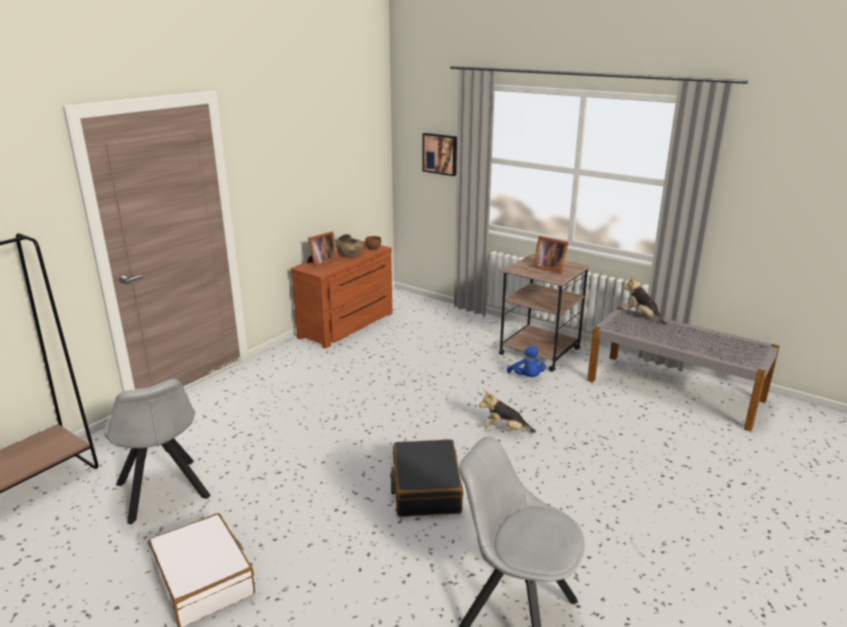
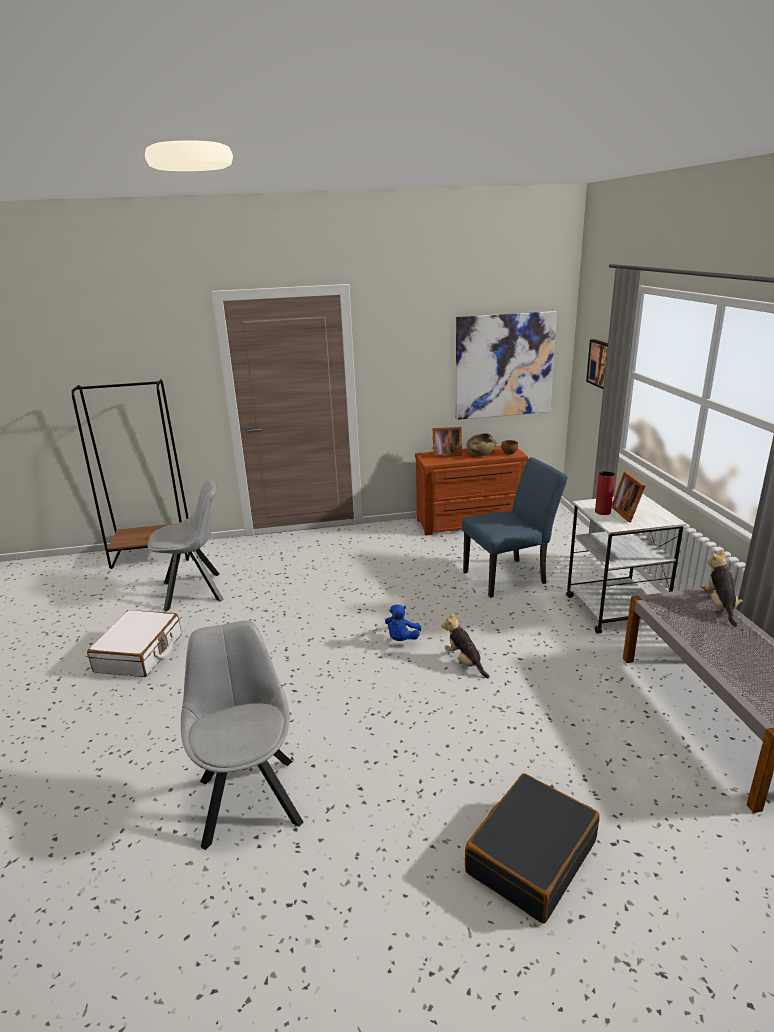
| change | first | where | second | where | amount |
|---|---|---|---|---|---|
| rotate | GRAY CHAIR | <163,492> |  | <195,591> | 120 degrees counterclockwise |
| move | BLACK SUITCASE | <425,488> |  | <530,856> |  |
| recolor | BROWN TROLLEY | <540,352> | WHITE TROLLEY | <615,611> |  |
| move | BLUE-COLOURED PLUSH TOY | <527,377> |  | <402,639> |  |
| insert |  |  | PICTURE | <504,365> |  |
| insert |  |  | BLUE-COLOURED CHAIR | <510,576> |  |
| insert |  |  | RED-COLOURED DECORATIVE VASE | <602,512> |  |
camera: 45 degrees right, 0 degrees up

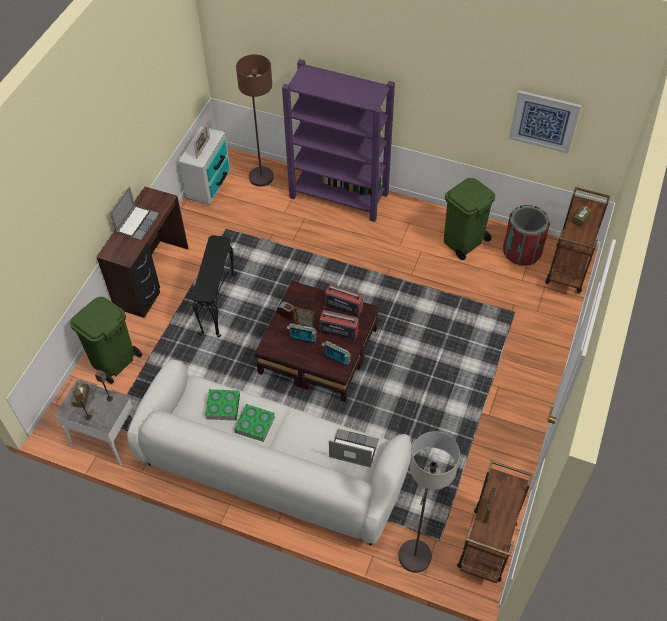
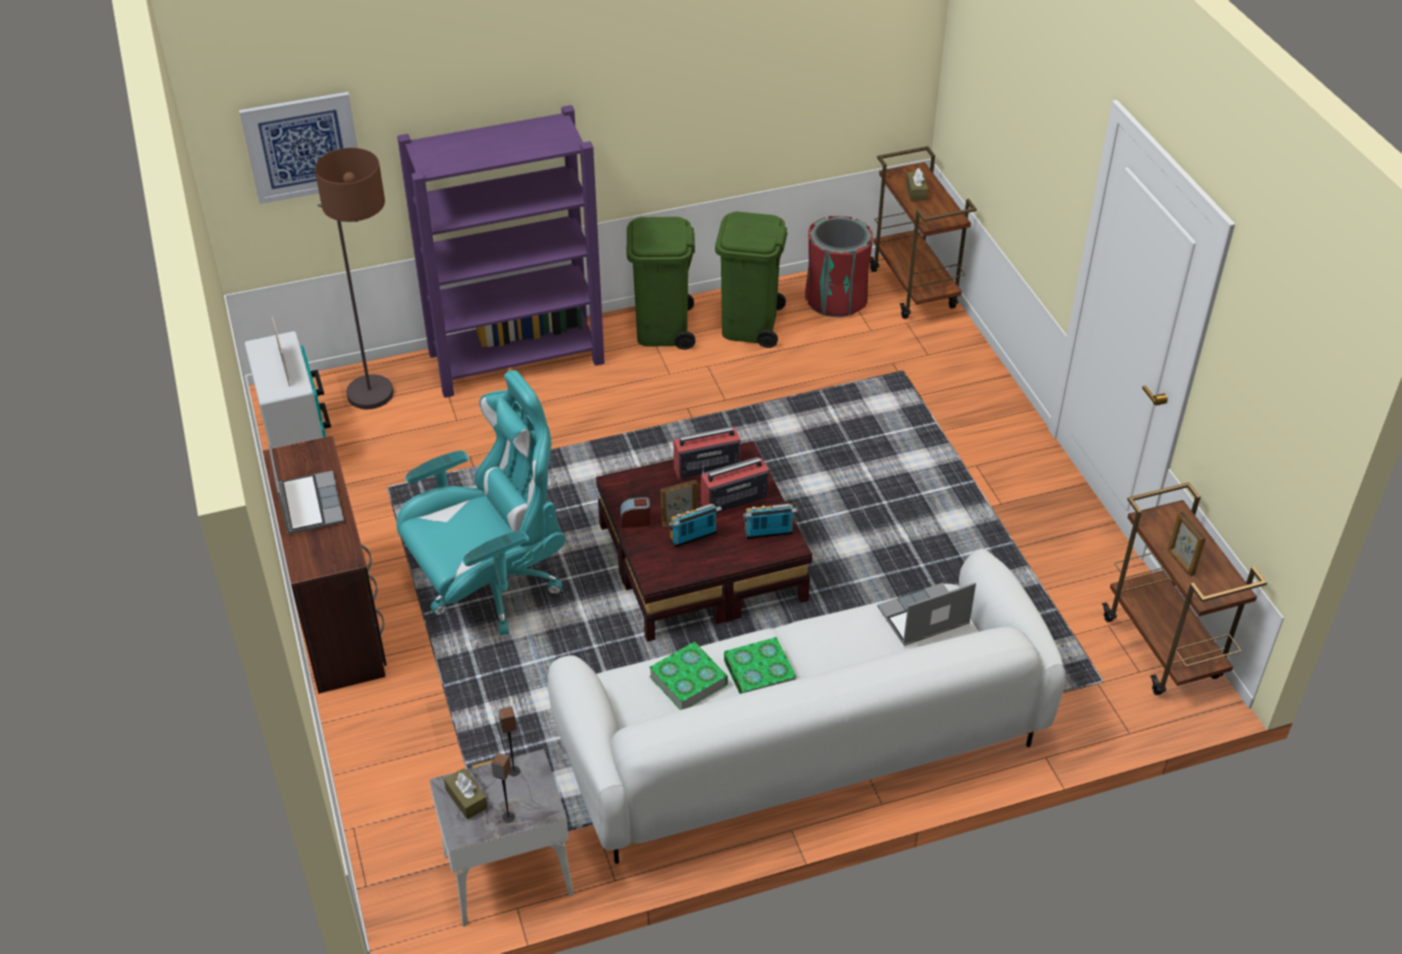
| change | first | where | second | where | amount |
|---|---|---|---|---|---|
| move | GREEN RUBBISH BIN | <113,361> |  | <662,330> |  |
| replace | BLACK SIDE TABLE | <218,304> | TURQUOISE OFFICE CHAIR | <487,591> |  |
| delete | GRAY FLOOR LAMP | <418,547> |  |  |  |
| move | PICTURE | <544,121> |  | <302,147> |  |
camera: 40 degrees left, 10 degrees down

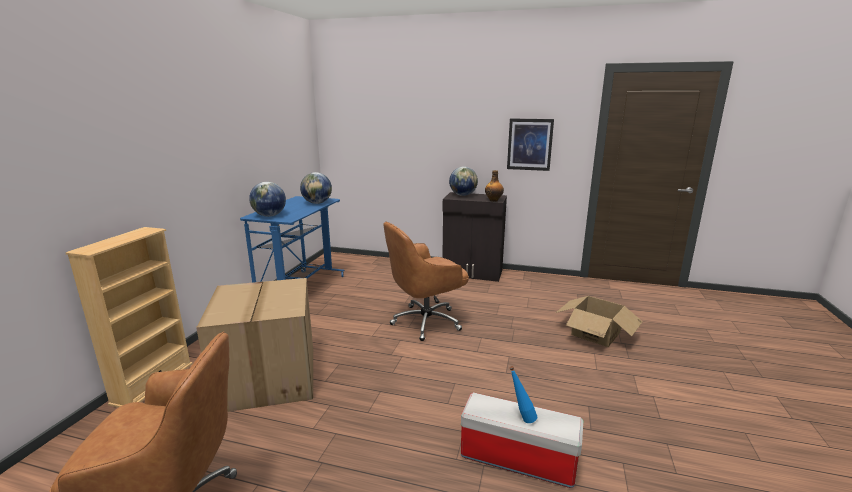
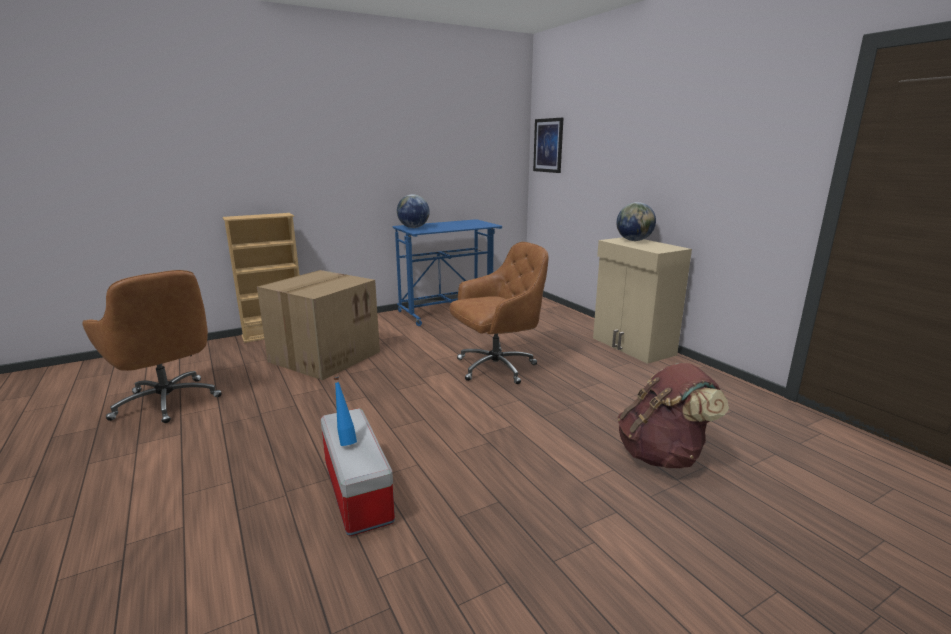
| change | first | where | second | where | amount |
|---|---|---|---|---|---|
| delete | DESK GLOBE | <317,203> |  |  |  |
| rotate | BROWN OFFICE CHAIR | <425,321> |  | <496,367> | 135 degrees clockwise |
| recolor | BLACK CUPBOARD | <473,273> | BEIGE CUPBOARD | <632,346> |  |
| delete | DRINK BOTTLE | <494,200> |  |  |  |
| move | PICTURE | <529,144> |  | <548,145> |  |
| replace | PACKING BOX | <596,333> | BROWN KNAPSACK | <662,455> |  |
camera: 45 degrees right, 0 degrees up

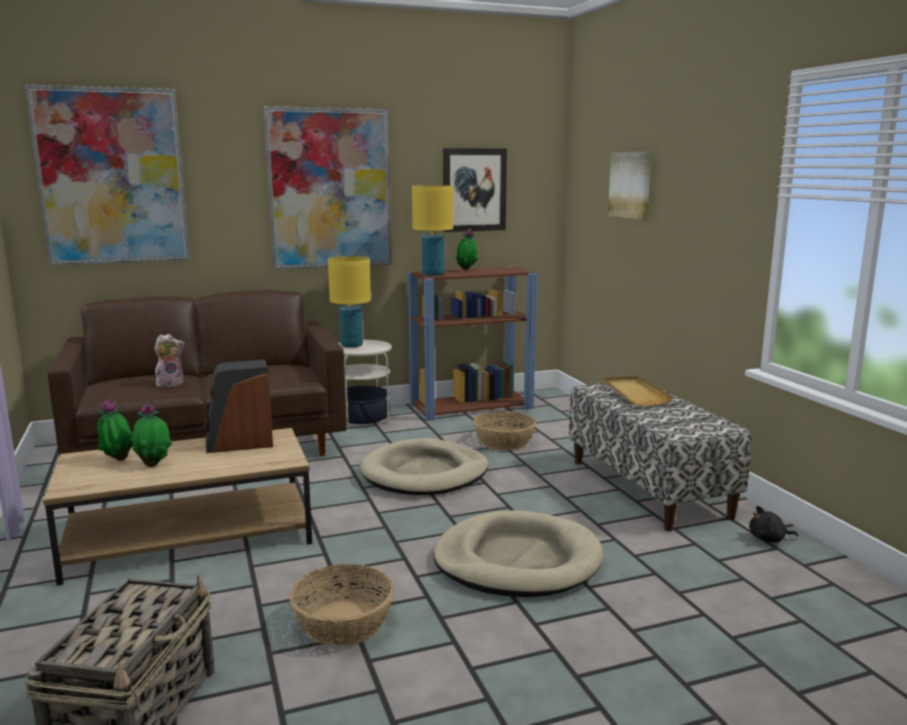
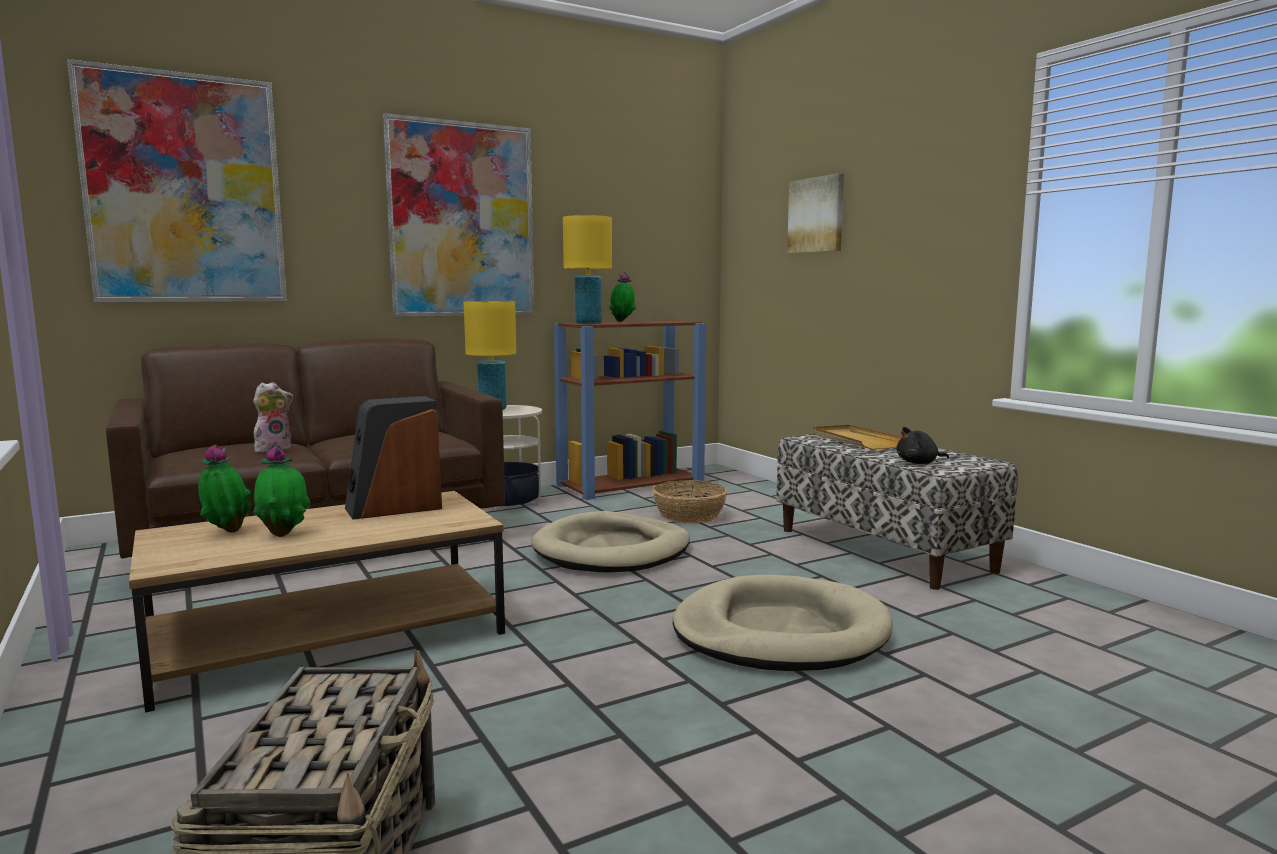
| change | first | where | second | where | amount |
|---|---|---|---|---|---|
| delete | STORAGE BASKET | <343,623> |  |  |  |
| delete | PICTURE | <474,190> |  |  |  |
| move | BLACK PLUSH TOY | <769,539> |  | <919,463> |  |
camera: 10 degrees left, 5 degrees down

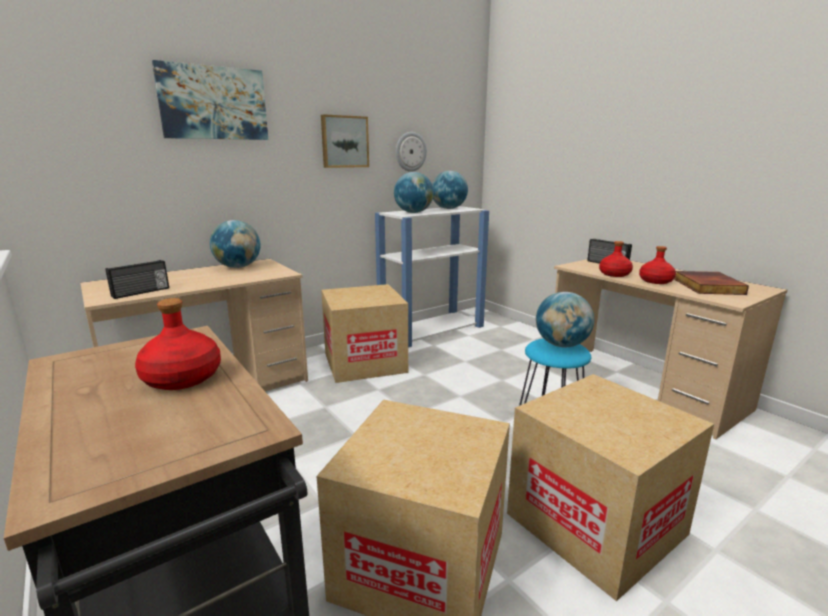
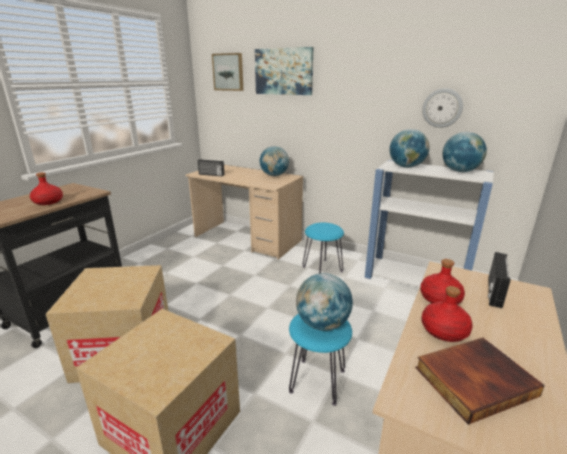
| change | first | where | second | where | amount |
|---|---|---|---|---|---|
| move | PICTURE | <344,142> |  | <228,72> |  |
| replace | PACKING BOX | <365,362> | TURQUOISE STOOL | <322,269> |  |
camera: 65 degrees right, 5 degrees up

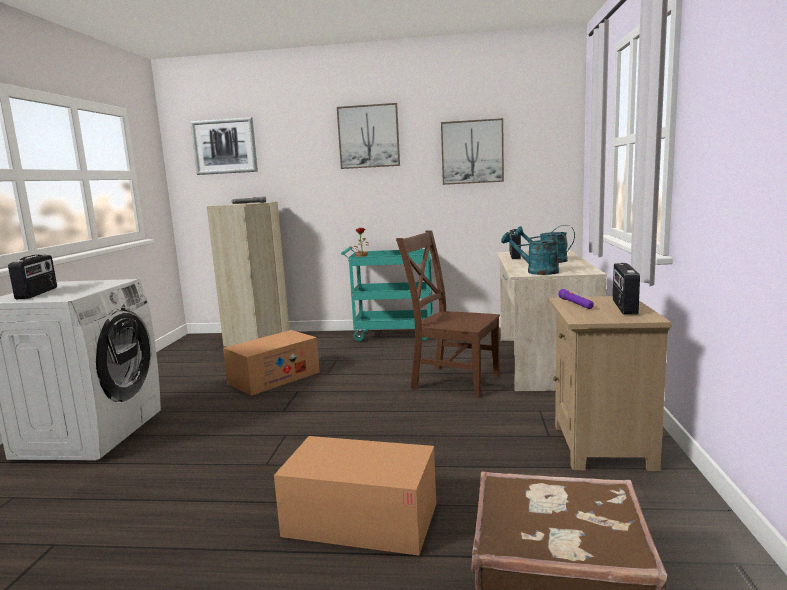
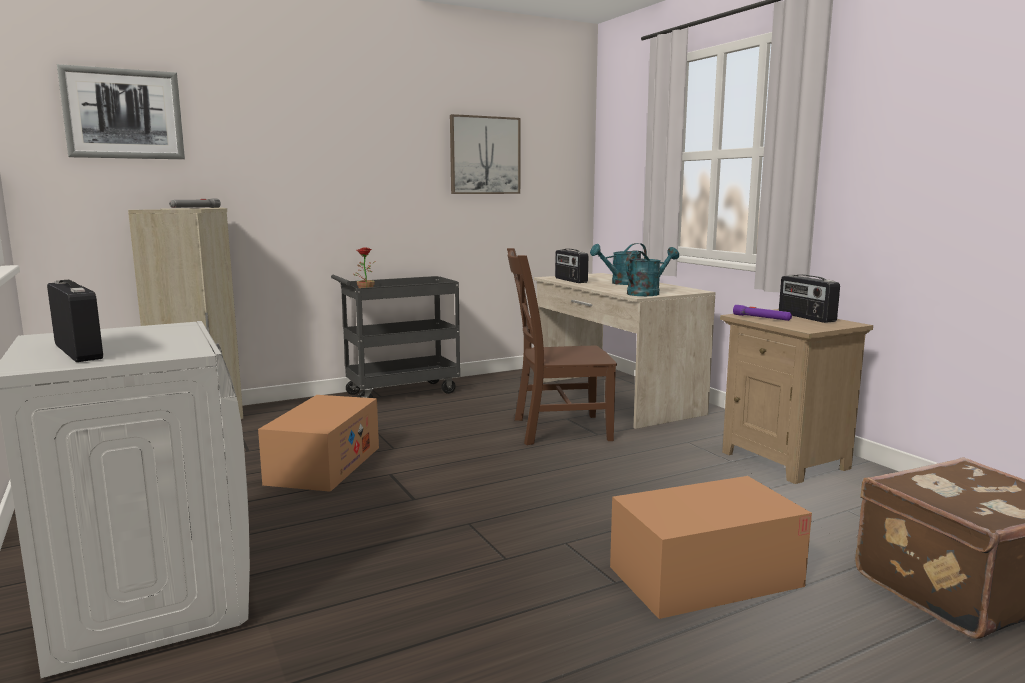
| change | first | where | second | where | amount |
|---|---|---|---|---|---|
| delete | PICTURE | <368,136> |  |  |  |
| recolor | TURQUOISE TROLLEY | <391,336> | GRAY TROLLEY | <399,394> |  |
| rotate | TURQUOISE SPRINKLING CAN | <536,272> |  | <647,293> | 150 degrees clockwise |
camera: 35 degrees left, 0 degrees up

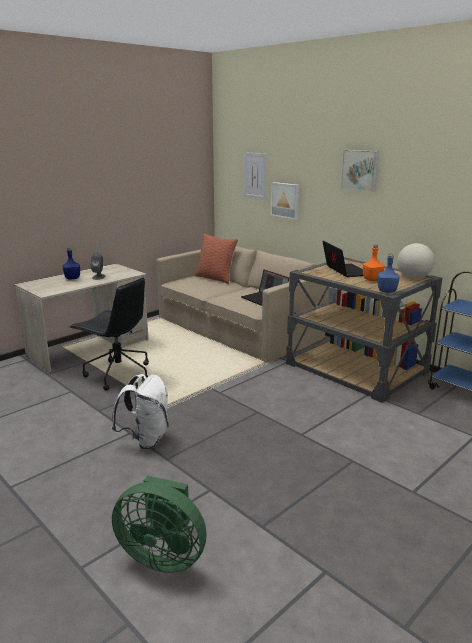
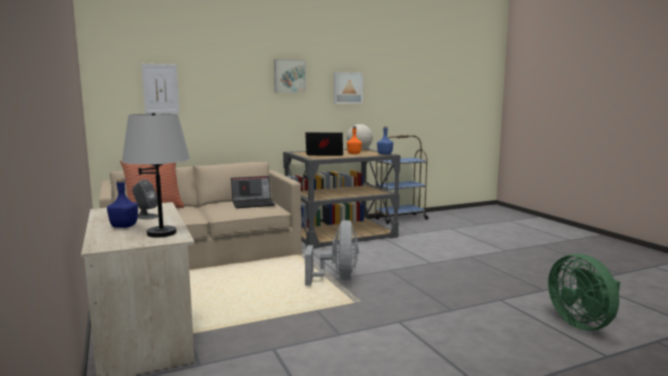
| change | first | where | second | where | amount |
|---|---|---|---|---|---|
| delete | BLACK OFFICE CHAIR | <116,374> |  |  |  |
| delete | WHITE KNAPSACK | <145,439> |  |  |  |
| rotate | GREEN COOLING FAN | <163,555> |  | <582,323> | 120 degrees clockwise |
| move | PICTURE | <285,200> |  | <347,88> |  |
| insert |  |  | GRAY TABLETOP LAMP | <162,233> |  |
| insert |  |  | GRAY COOLING FAN | <337,278> |  |
camera: 70 degrees left, 10 degrees down

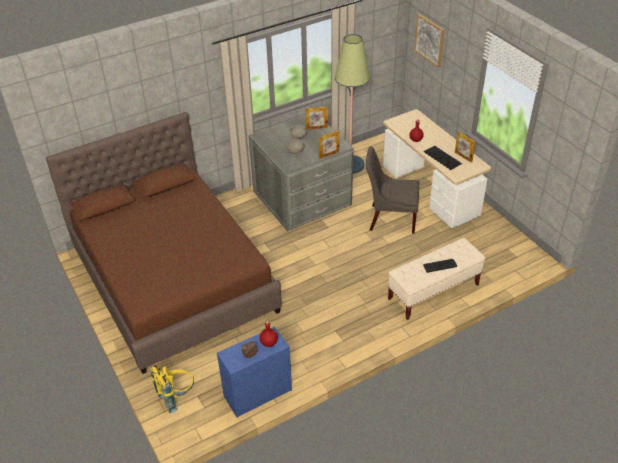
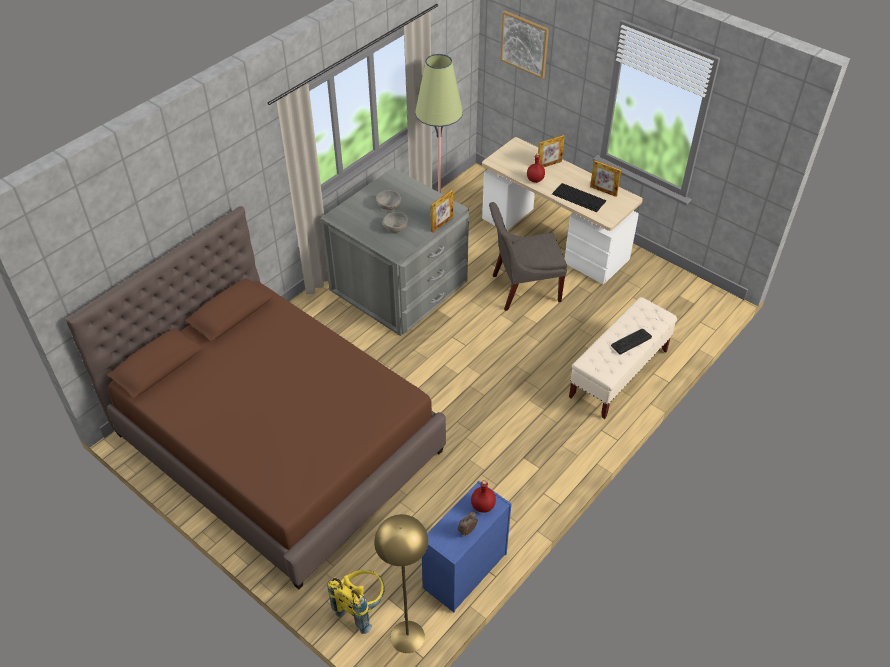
| change | first | where | second | where | amount |
|---|---|---|---|---|---|
| move | PHOTO FRAME | <316,128> |  | <549,165> |  |
| insert |  |  | YELLOWISH FLOOR LAMP | <407,637> |  |
camera: 20 degrees left, 5 degrees up

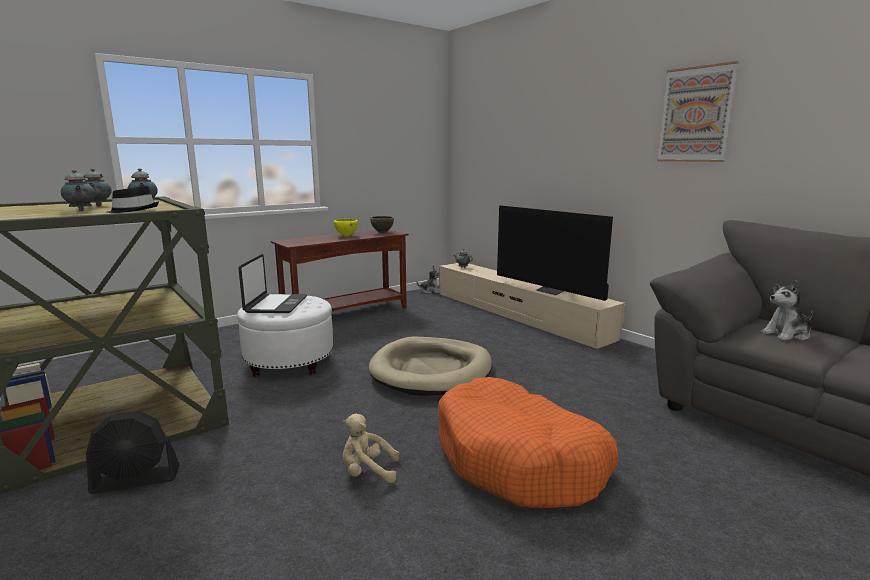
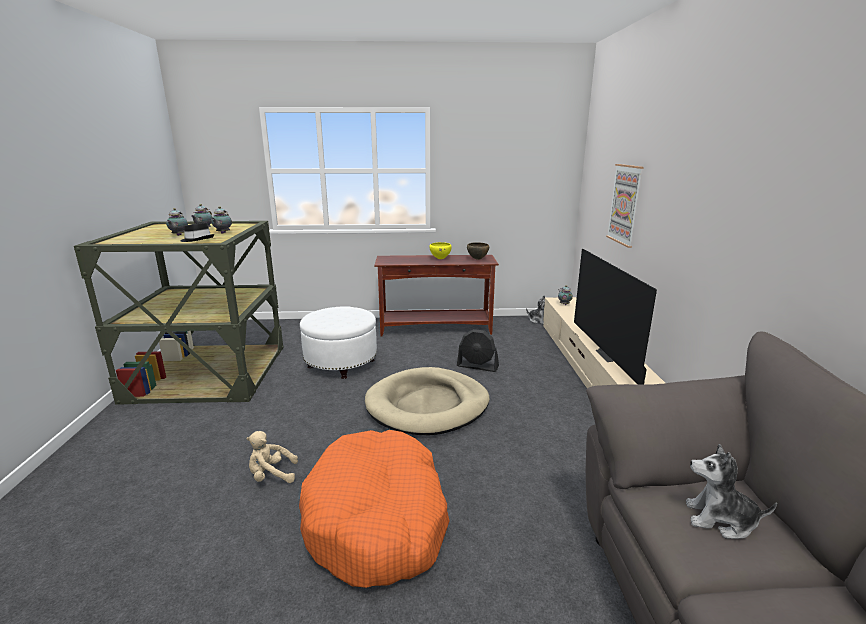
| change | first | where | second | where | amount |
|---|---|---|---|---|---|
| move | BLACK COOLING FAN | <136,480> |  | <478,366> |  |
| delete | LAPTOP | <275,304> |  |  |  |
| rotate | BEIGE PLUSH TOY | <367,472> |  | <271,475> | 45 degrees counterclockwise |
| move | PICTURE | <695,115> |  | <625,204> |  |
camera: 35 degrees right, 5 degrees up

